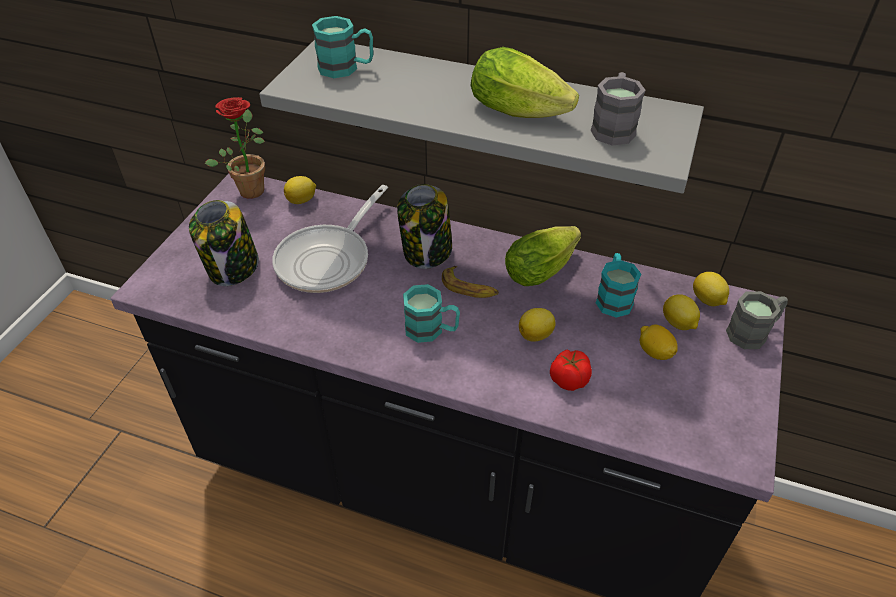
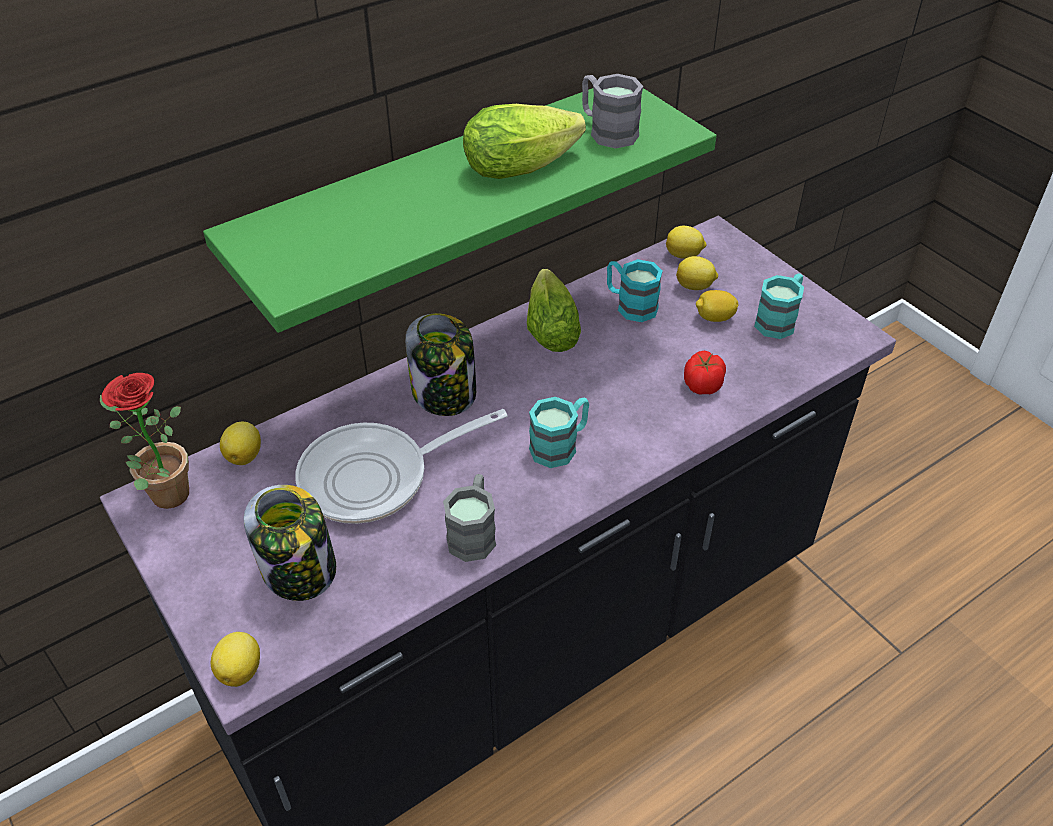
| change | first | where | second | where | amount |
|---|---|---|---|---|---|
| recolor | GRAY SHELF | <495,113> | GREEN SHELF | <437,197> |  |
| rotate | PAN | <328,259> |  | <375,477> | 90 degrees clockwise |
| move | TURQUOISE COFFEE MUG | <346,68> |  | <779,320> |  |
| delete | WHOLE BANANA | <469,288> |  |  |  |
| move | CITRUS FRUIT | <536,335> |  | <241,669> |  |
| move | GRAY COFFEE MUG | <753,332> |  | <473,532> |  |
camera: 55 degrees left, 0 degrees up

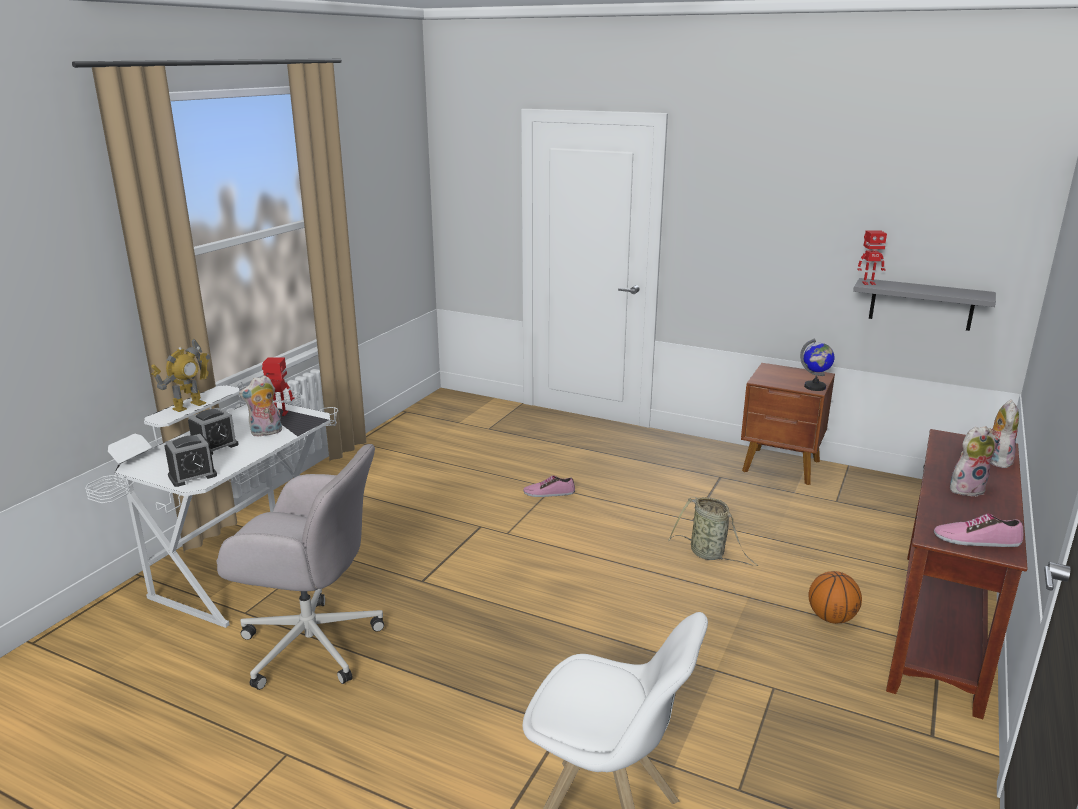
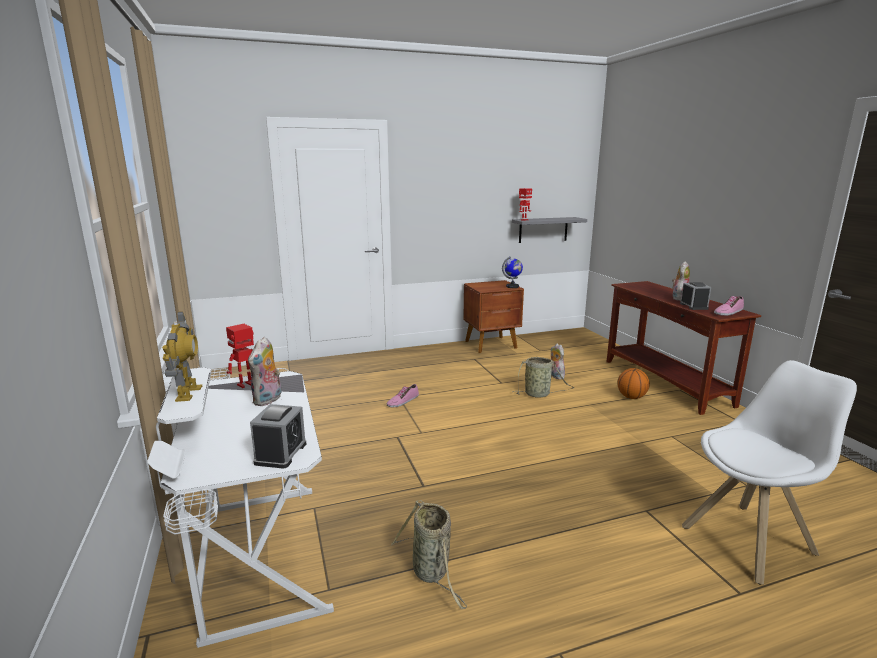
| change | first | where | second | where | amount |
|---|---|---|---|---|---|
| move | TABLE CLOCK | <215,447> |  | <693,306> |  |
| replace | GRAY OFFICE CHAIR | <312,646> | STORAGE BASKET | <432,572> |  |
| move | PLUSH TOY | <996,460> |  | <555,376> |  |
camera: 45 degrees left, 5 degrees down

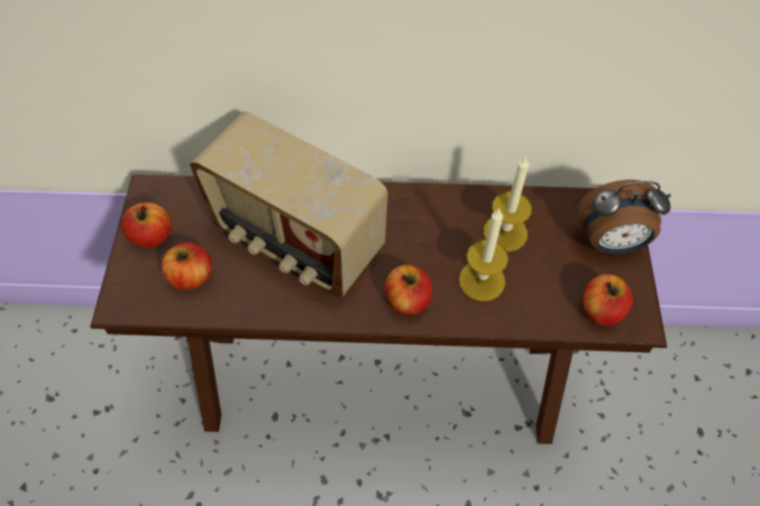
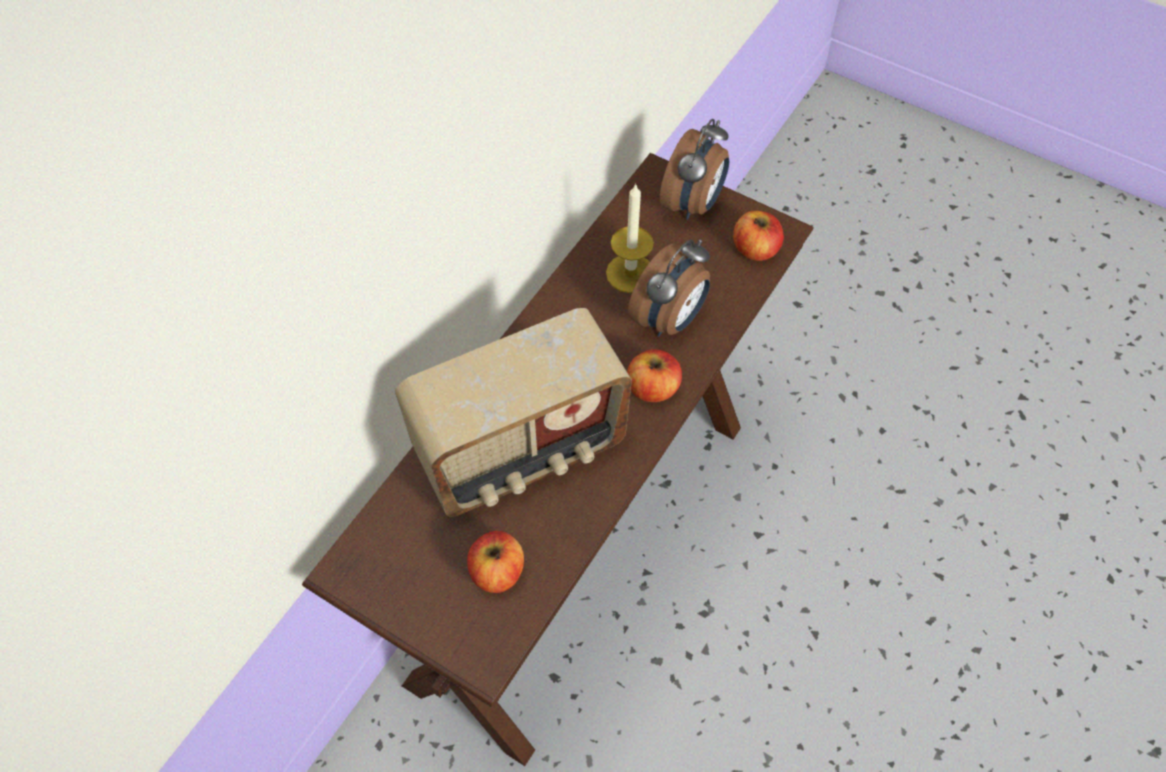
| change | first | where | second | where | amount |
|---|---|---|---|---|---|
| delete | APPLE | <152,236> |  |  |  |
| replace | WAX LIGHT | <481,280> | TABLE CLOCK | <670,319> |  |
camera: 60 degrees left, 0 degrees up

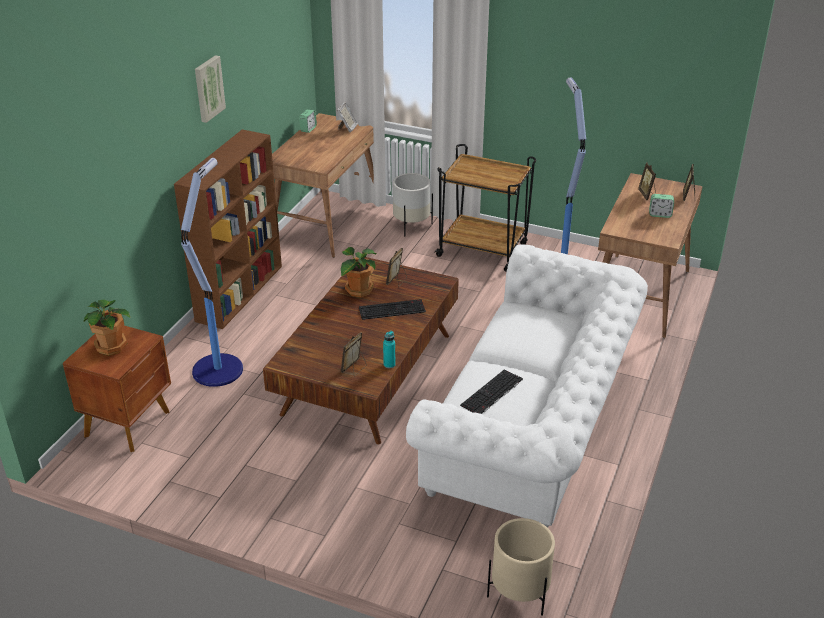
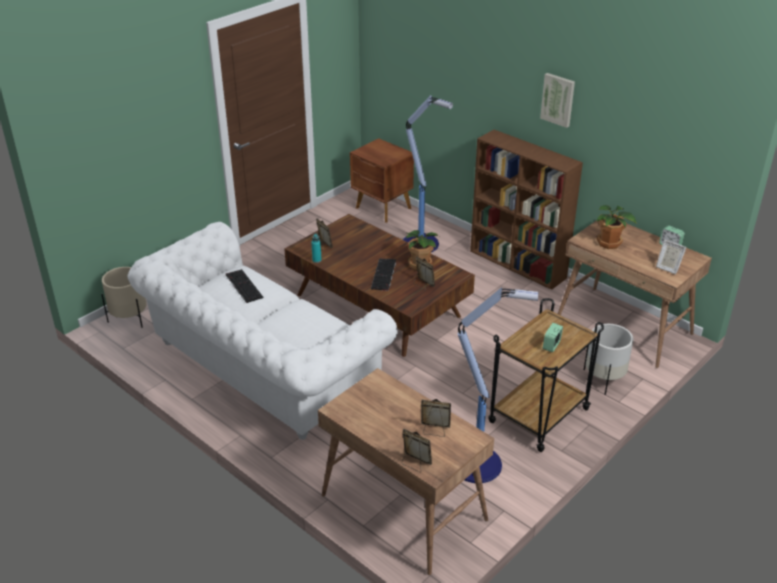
| change | first | where | second | where | amount |
|---|---|---|---|---|---|
| move | POTTED PLANT | <112,346> |  | <609,243> |  |
| move | TABLE CLOCK | <660,214> |  | <551,346> |  |
camera: 110 degrees right, 0 degrees up

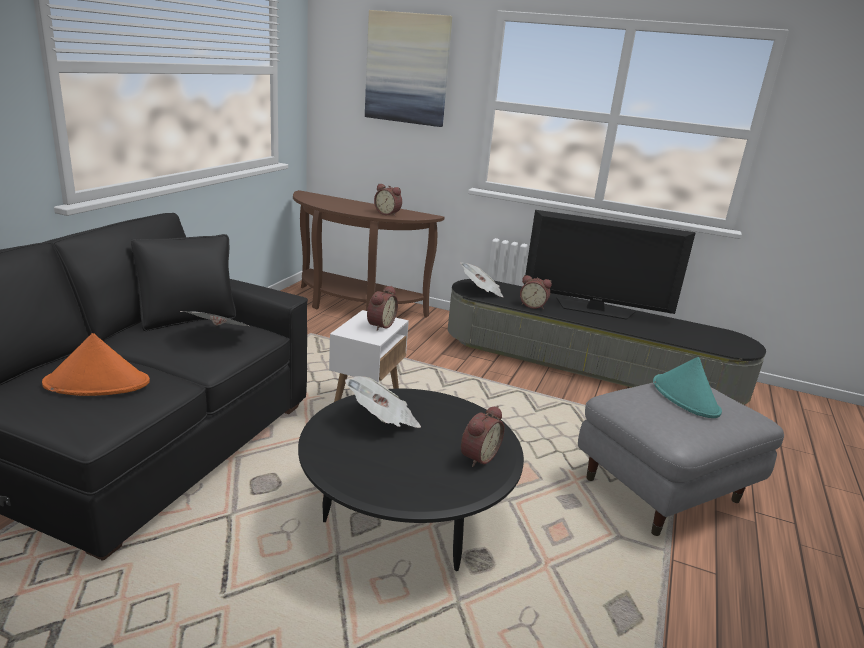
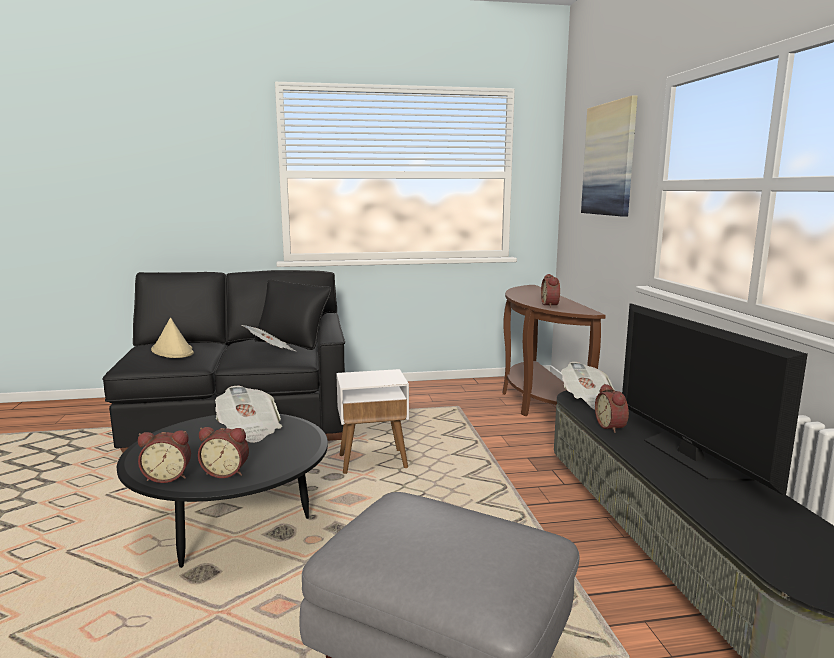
| change | first | where | second | where | amount |
|---|---|---|---|---|---|
| recolor | ORANGE CLOTHING HAT | <98,383> | BEIGE CLOTHING HAT | <172,351> |  |
| move | TABLE CLOCK | <379,325> |  | <168,476> |  |
| delete | TURQUOISE CLOTHING HAT | <685,397> |  |  |  |
camera: 60 degrees right, 10 degrees down

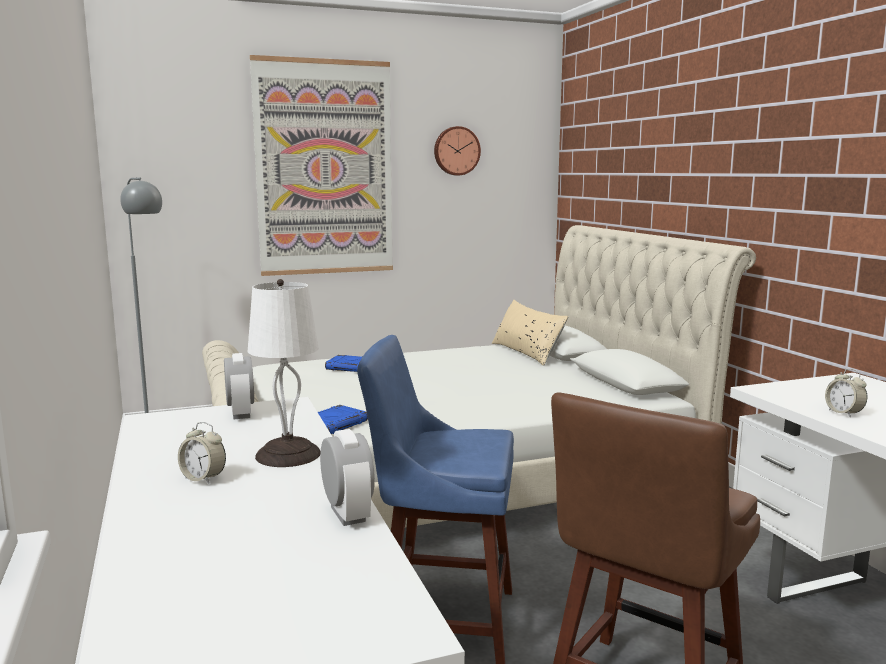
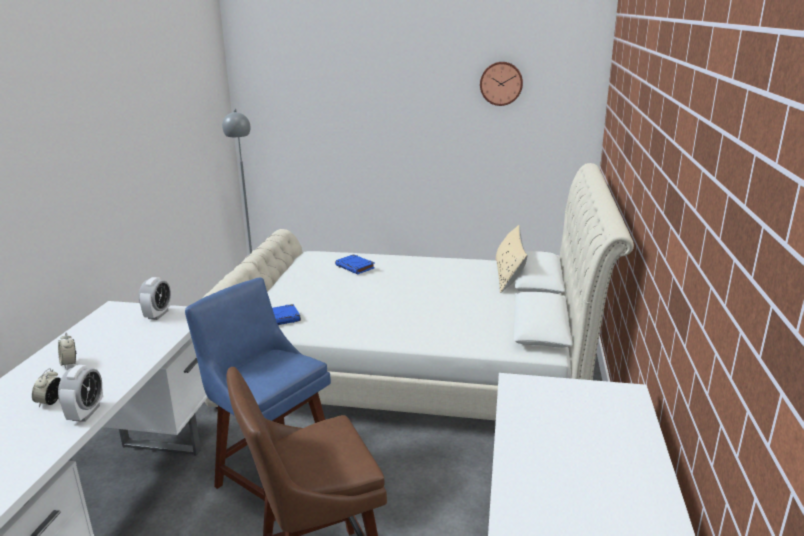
| change | first | where | second | where | amount |
|---|---|---|---|---|---|
| delete | WHITE TABLETOP LAMP | <287,455> |  |  |  |
| delete | PICTURE | <325,168> |  |  |  |
| move | TABLE CLOCK | <844,413> |  | <50,402> |  |
camera: 30 degrees right, 10 degrees up

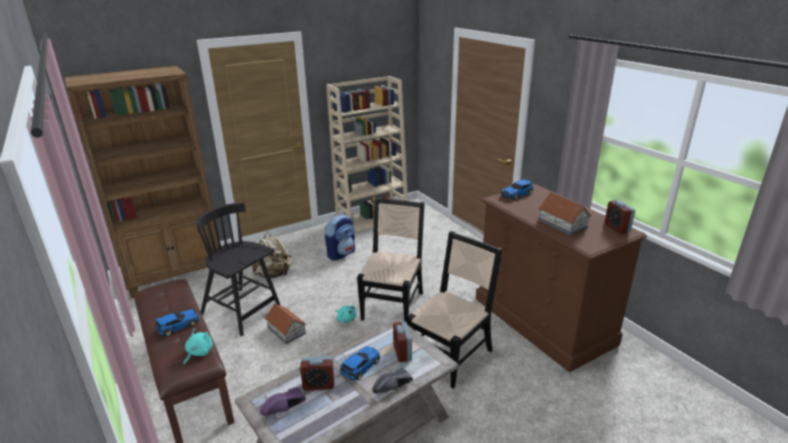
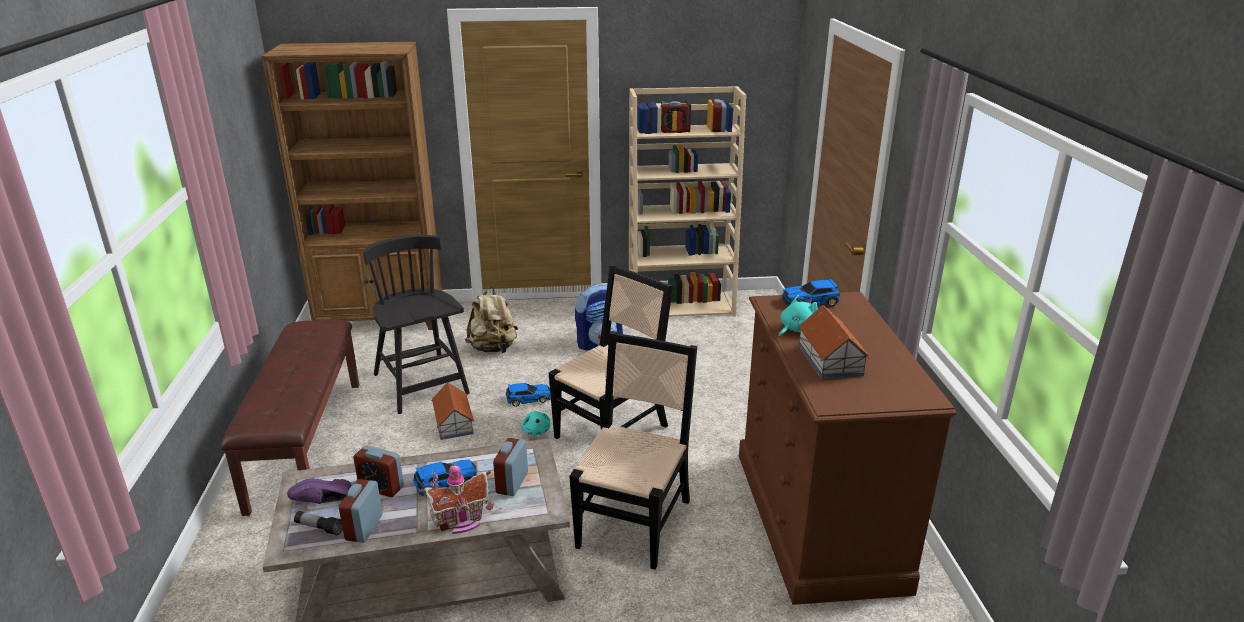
| change | first | where | second | where | amount |
|---|---|---|---|---|---|
| move | MINIATURE CAR | <177,326> |  | <527,399> |  |
| move | TURQUOISE PLUSH TOY | <198,353> |  | <796,330> |  |
| replace | BLACK SHOE | <394,388> | MODEL HOUSE | <461,522> |  |
| rotate | CHAIR | <450,357> |  | <633,523> | 45 degrees counterclockwise |
| move | TABLE CLOCK | <617,228> |  | <364,527> |  |
| insert |  |  | FLASHLIGHT | <319,528> |  |
camera: 25 degrees right, 0 degrees up

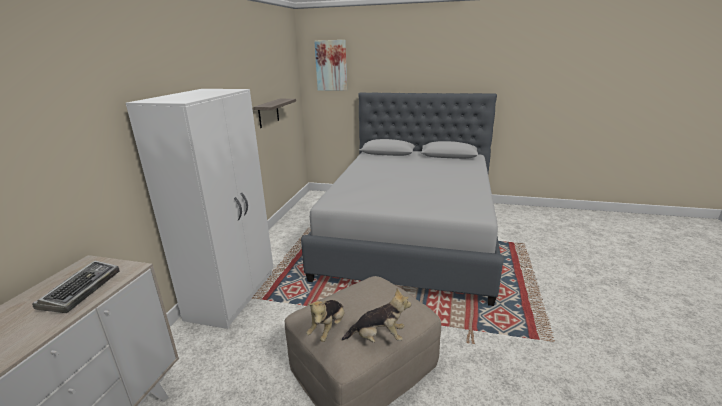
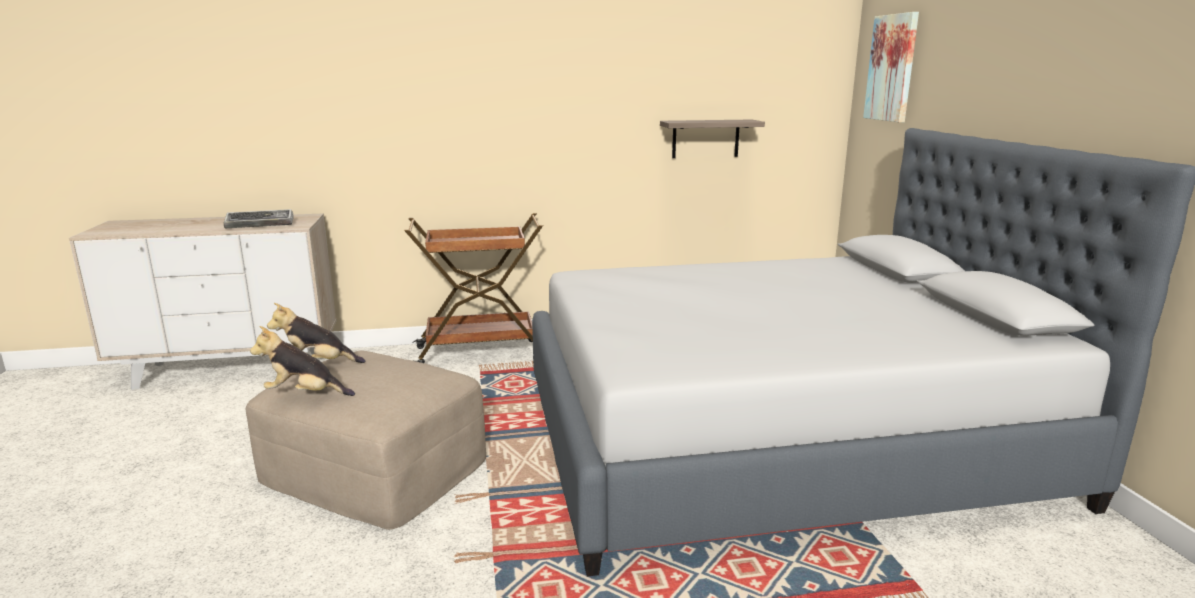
| change | first | where | second | where | amount |
|---|---|---|---|---|---|
| replace | WHITE WARDROBE | <233,295> | BROWN TROLLEY | <479,354> |  |
| rotate | PLUSH TOY | <378,338> |  | <305,394> | 120 degrees clockwise |
camera: 65 degrees right, 5 degrees down

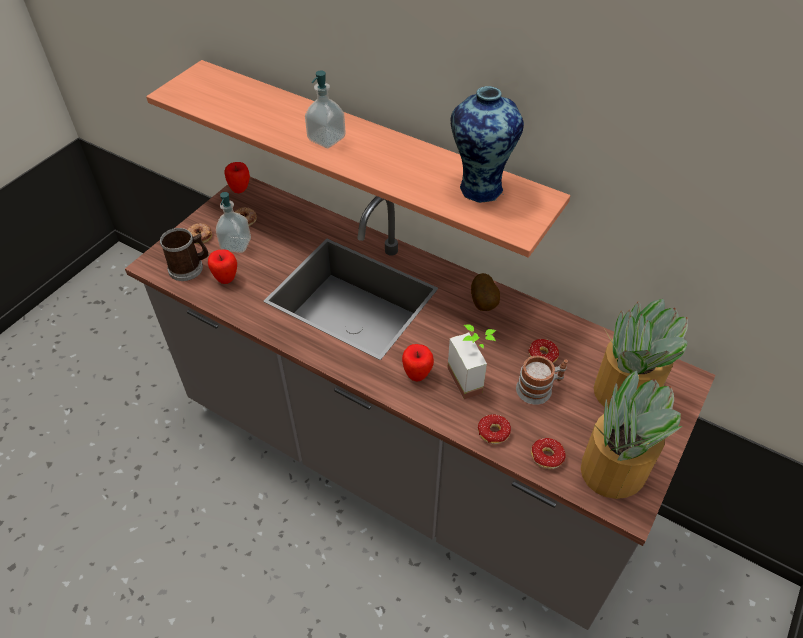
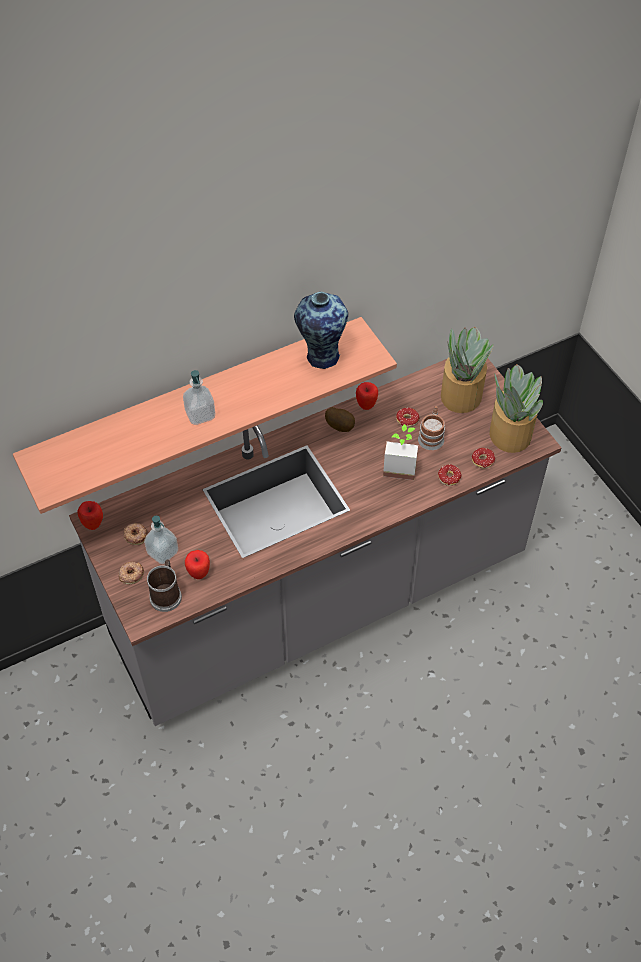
| change | first | where | second | where | amount |
|---|---|---|---|---|---|
| move | APPLE | <417,375> |  | <366,405> |  |
camera: 60 degrees left, 5 degrees up

